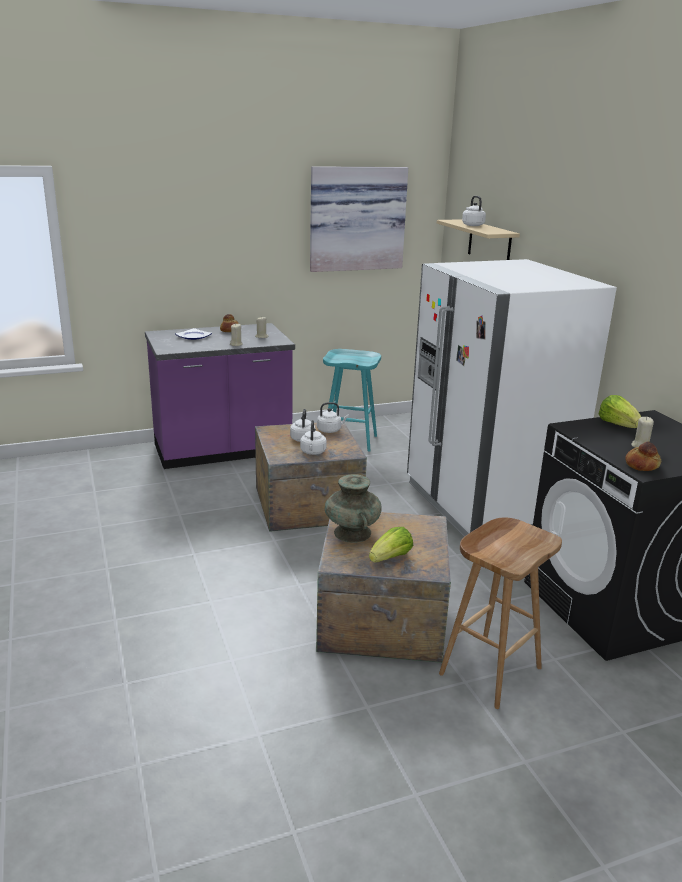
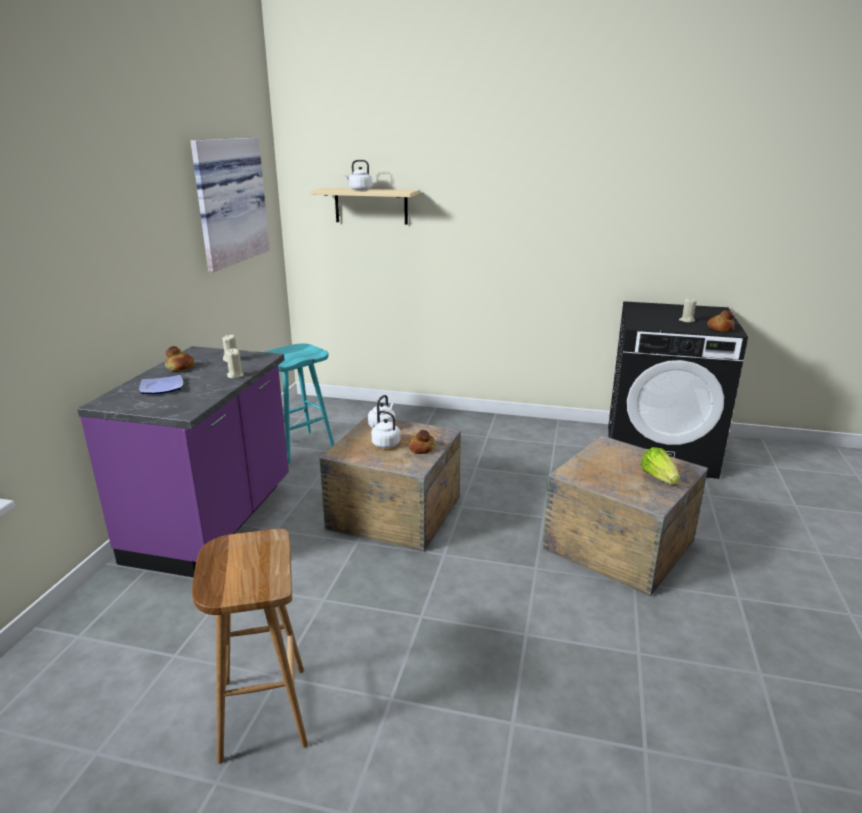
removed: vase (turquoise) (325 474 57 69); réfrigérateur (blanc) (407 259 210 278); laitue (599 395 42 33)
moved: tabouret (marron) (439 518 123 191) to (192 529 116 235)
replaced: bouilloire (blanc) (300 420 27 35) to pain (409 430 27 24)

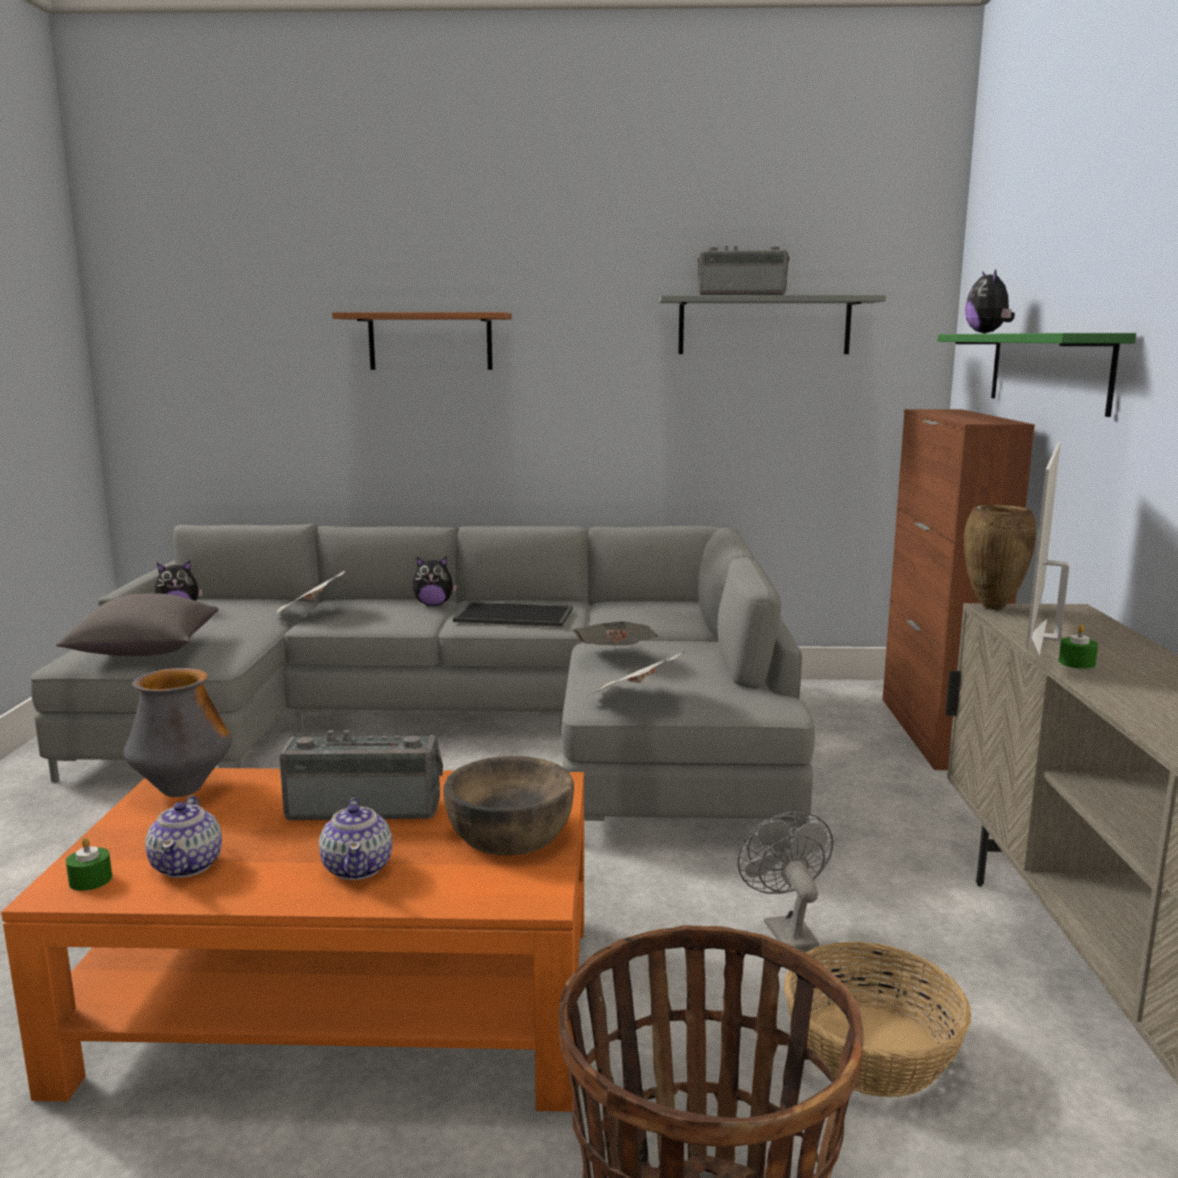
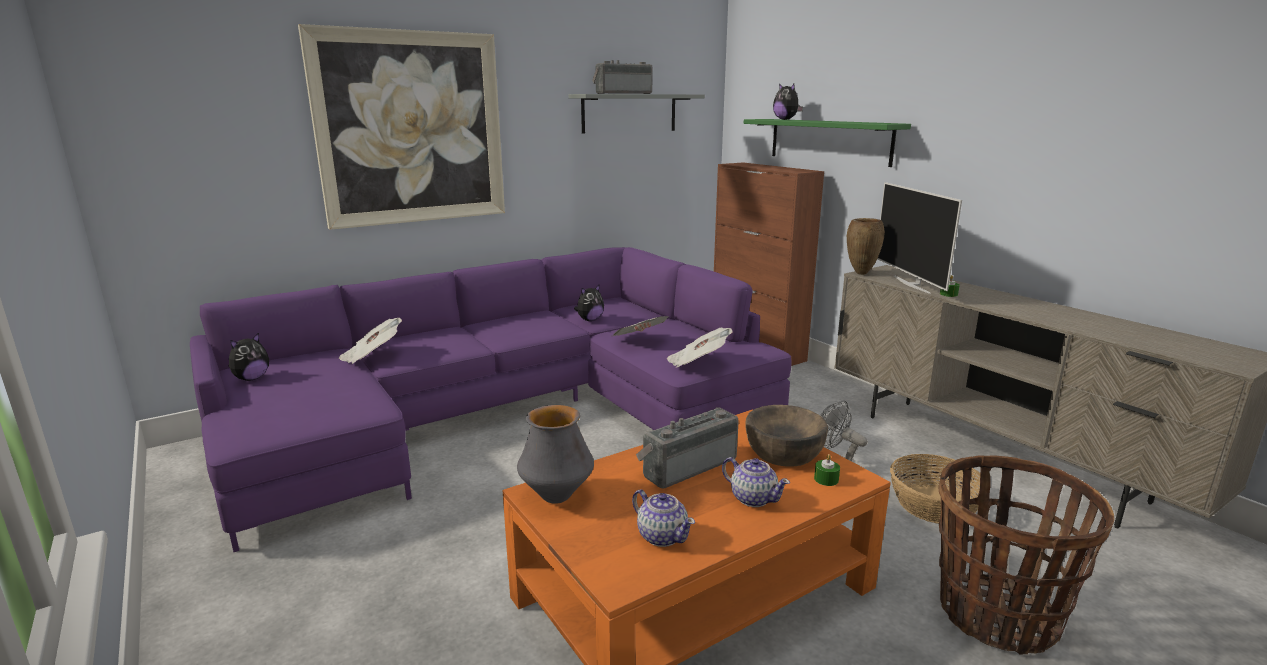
removed: coussin (gris) (56 593 163 63); plateau (453 602 120 25)
moved: bougie (vert) (66 837 46 54) to (814 454 26 32); peluche (413 556 44 50) to (574 284 30 37)
replaced: étagère (332 312 180 58) to tableau (298 24 207 206)
recoloured: canapé (gris) (30 524 785 304) to canapé (violet) (190 247 602 305)

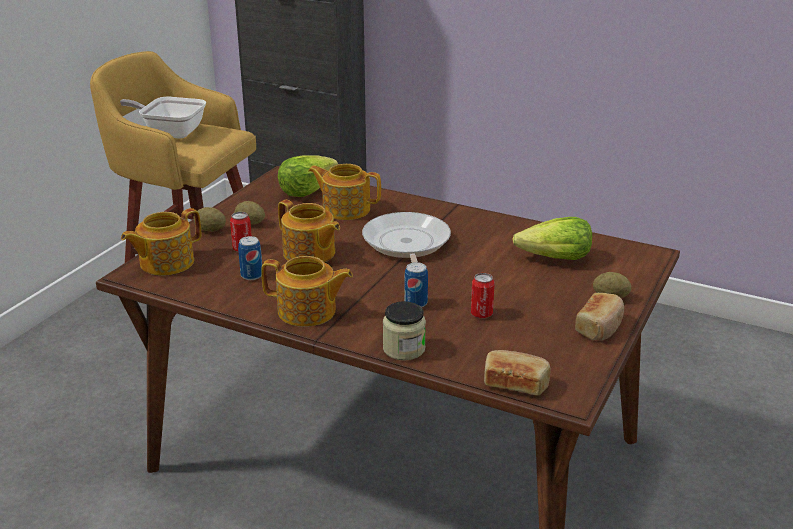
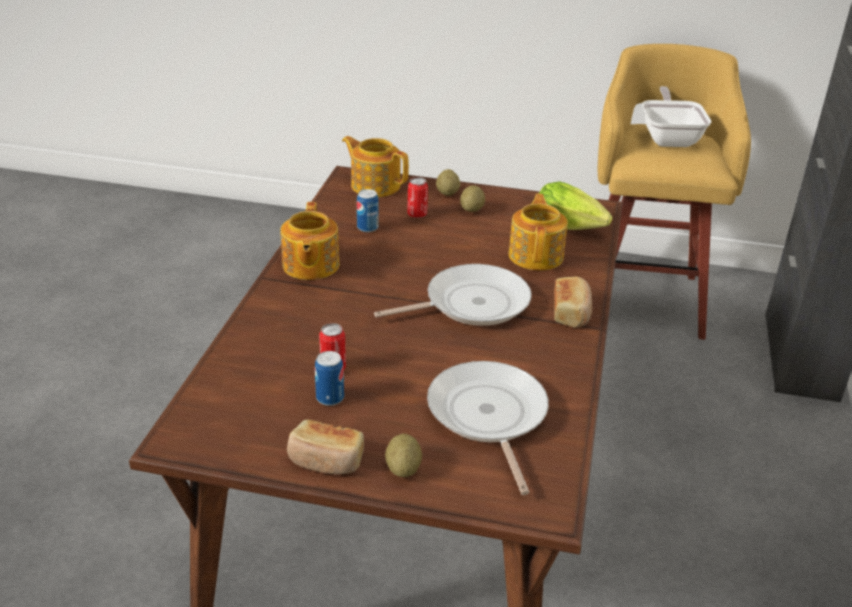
removed: théière (278 200 62 62); bocal (383 301 43 59)
moved: boîte métallique (404 262 24 46) to (315 351 29 55); pain (484 350 67 46) to (554 277 38 51)
replaced: laitue (512 217 80 43) to poêle (427 361 122 134)

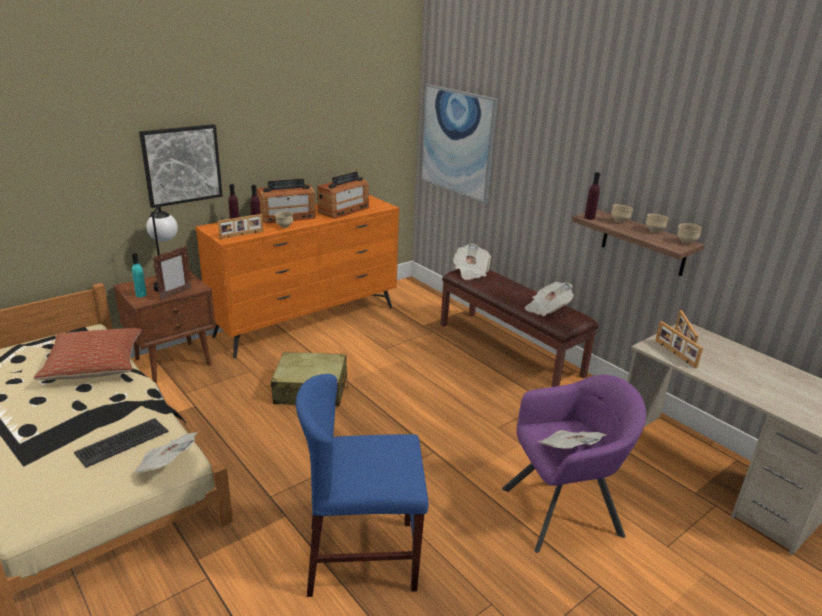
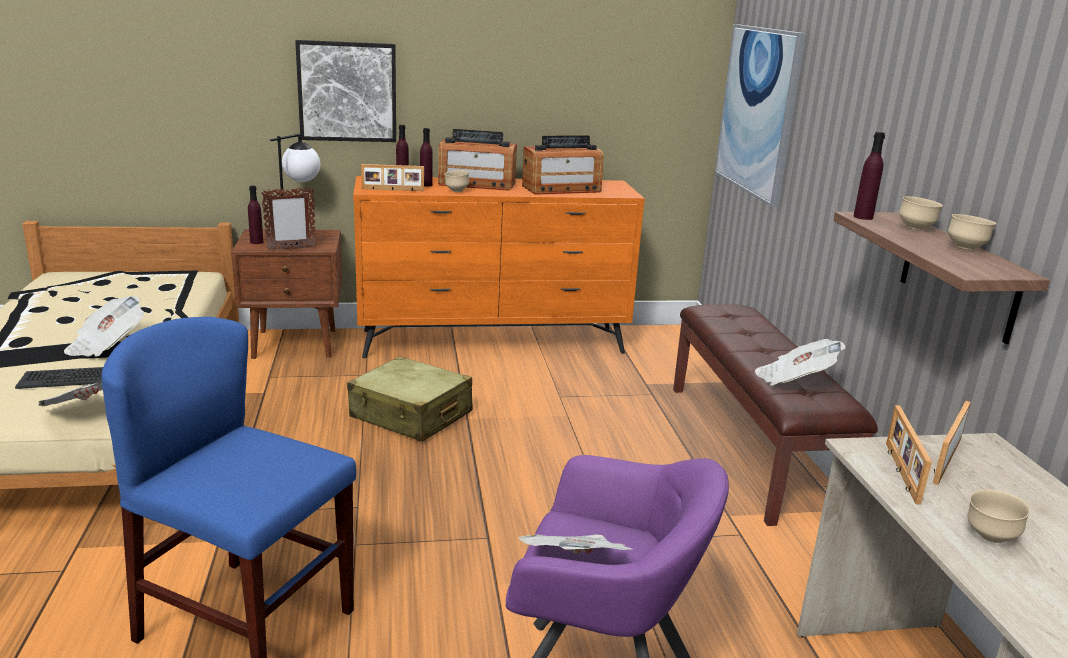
removed: coussin (34 328 107 52)
moved: journal (453 244 38 36) to (64 296 80 61); bol (beige) (677 223 25 21) to (968 490 62 53)
recoloured: bouteille (turquoise) (132 253 15 44) to bouteille (violet) (248 185 15 59)

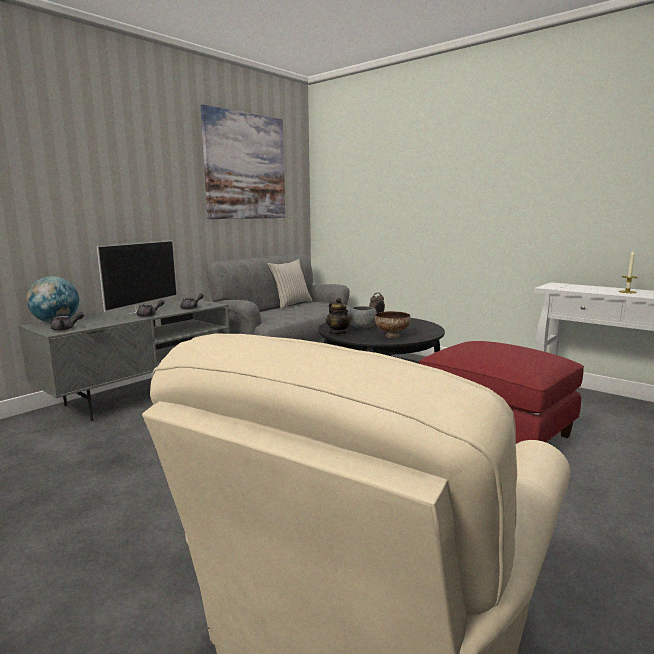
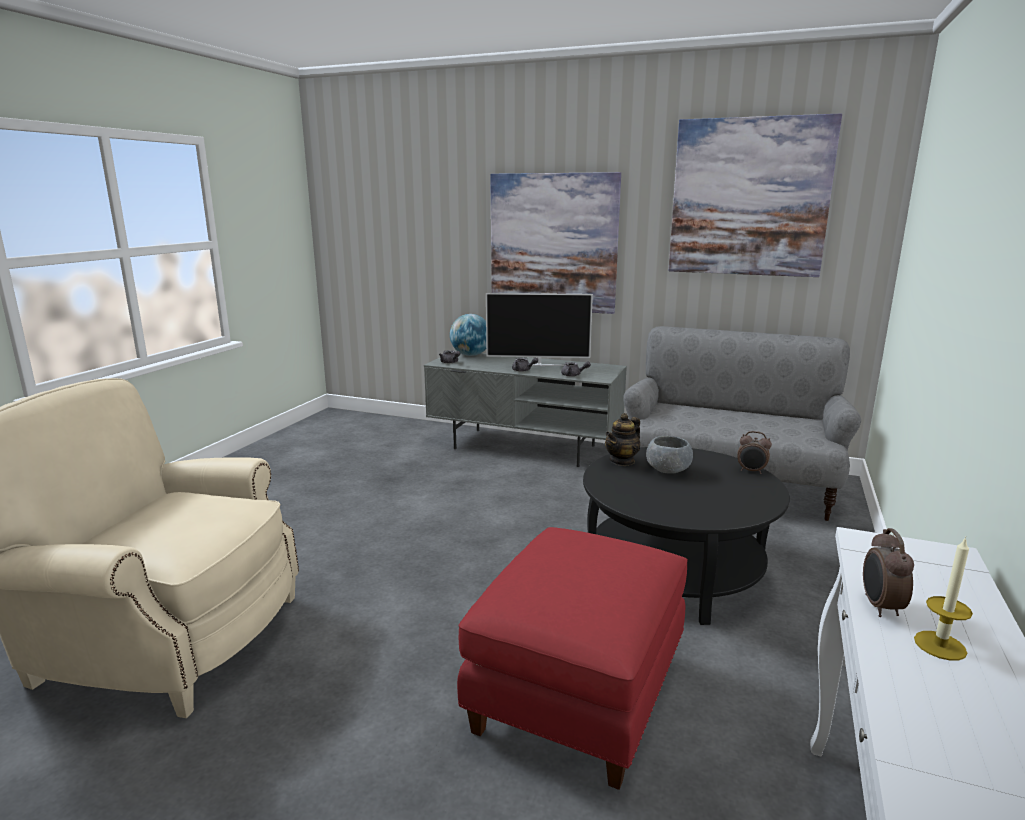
removed: coussin (beige) (267 259 46 50); bol (375 311 36 27)
added: tableau (490 172 131 142); réveil (863 528 51 89)

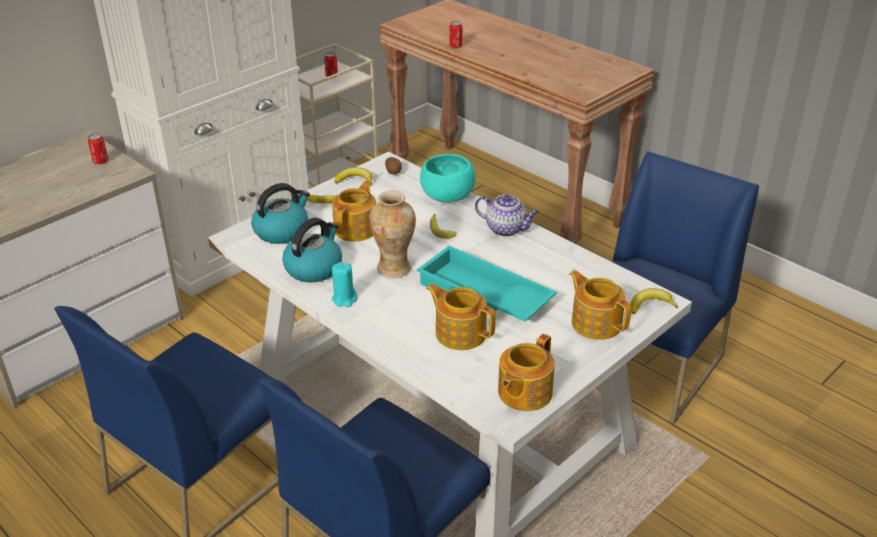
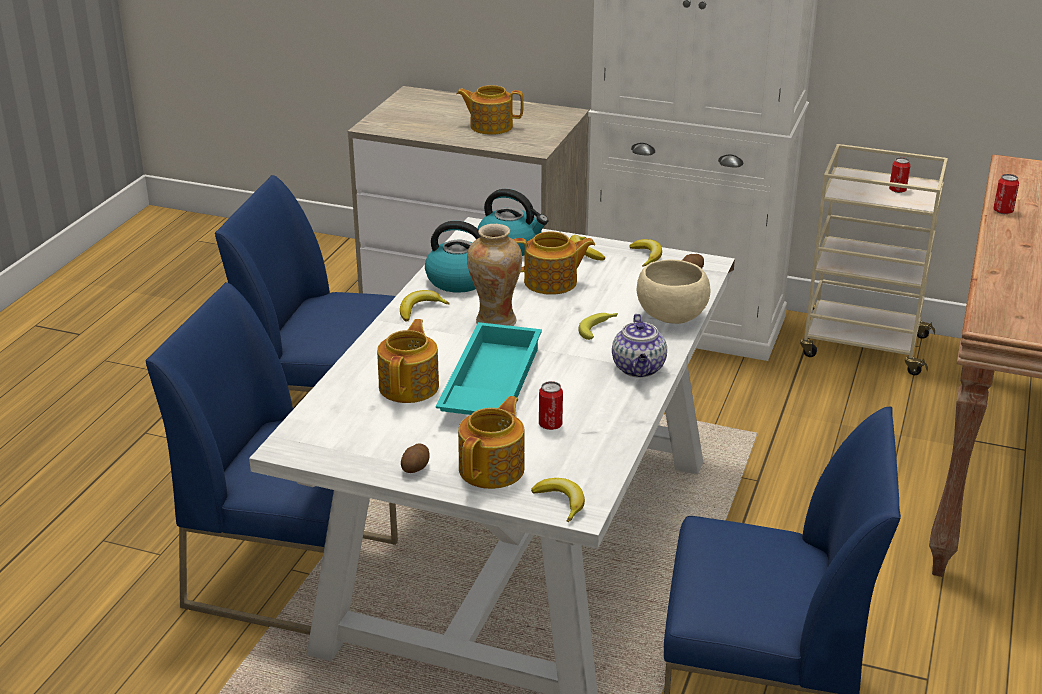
added: pomme de terre (401 443 29 30)
moved: boîte métallique (88 133 20 31) to (539 381 24 49); théière (498 334 57 77) to (456 85 68 50)
replaced: bougie (turquoise) (332 262 25 45) to banane (400 290 50 32)
recoloured: bol (turquoise) (420 154 56 48) to bol (beige) (637 260 73 64)

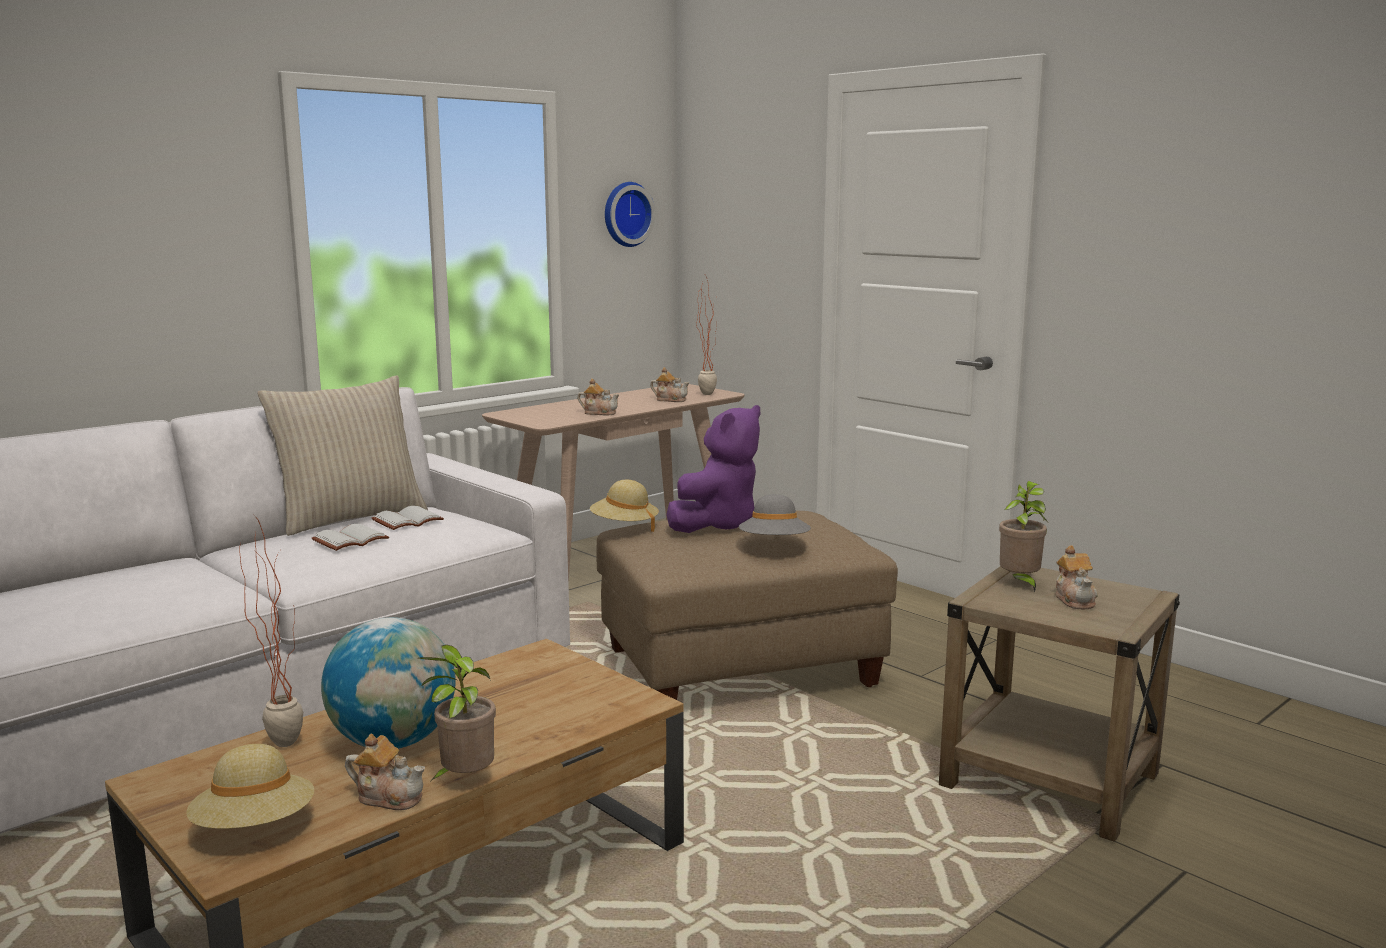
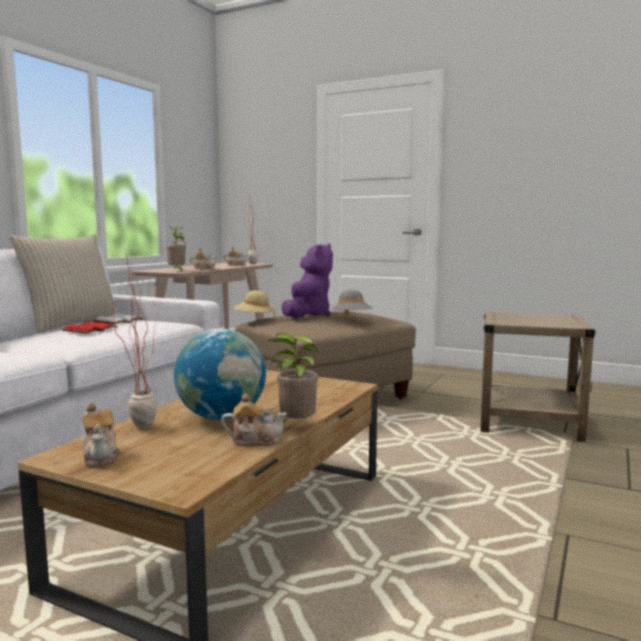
removed: chapeau (beige) (186 744 128 85); horloge murale (605 182 51 65)
moved: plante en pot (999 481 49 111) to (166 226 20 45); théière (1055 545 42 64) to (82 402 38 65)
recoloured: livre (blanc) (311 524 78 27) to livre (rouge) (62 322 56 12)

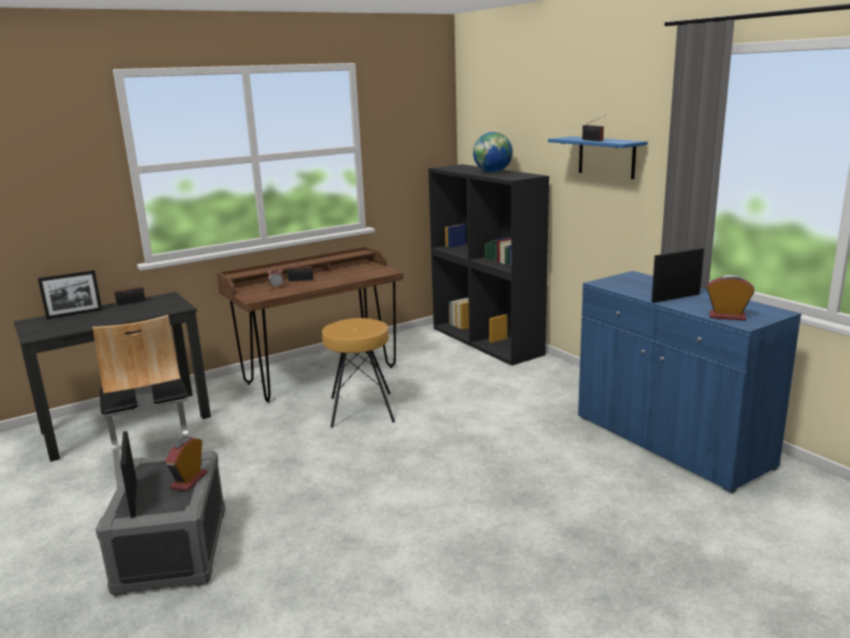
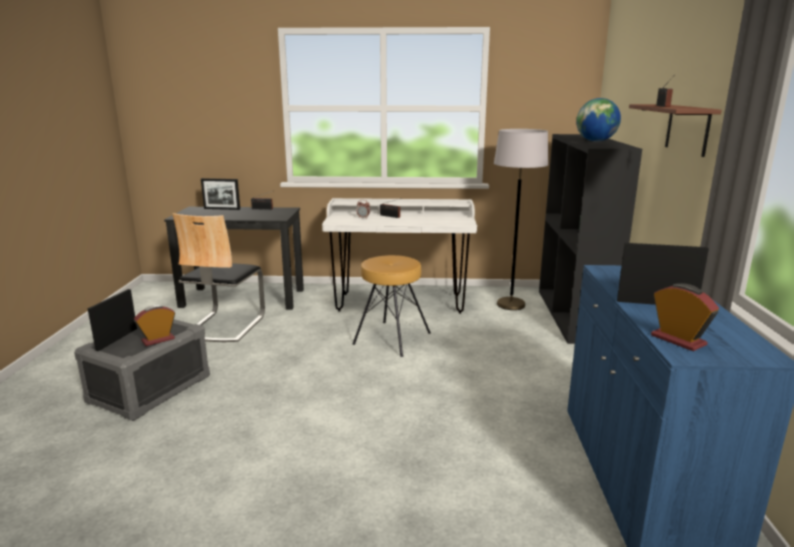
added: lampadaire (gris) (494 129 55 181)
recoloured: bureau (marron) (217 246 186 157) to bureau (blanc) (322 198 155 116); étagère (bleu) (548 136 100 43) to étagère (marron) (629 104 93 53)

